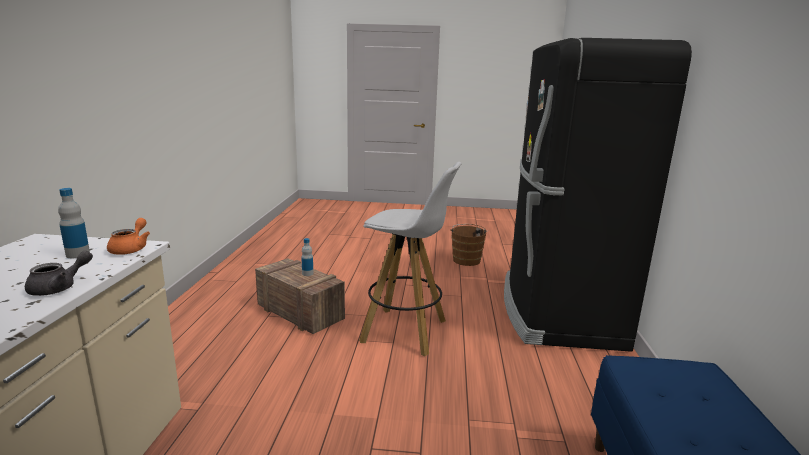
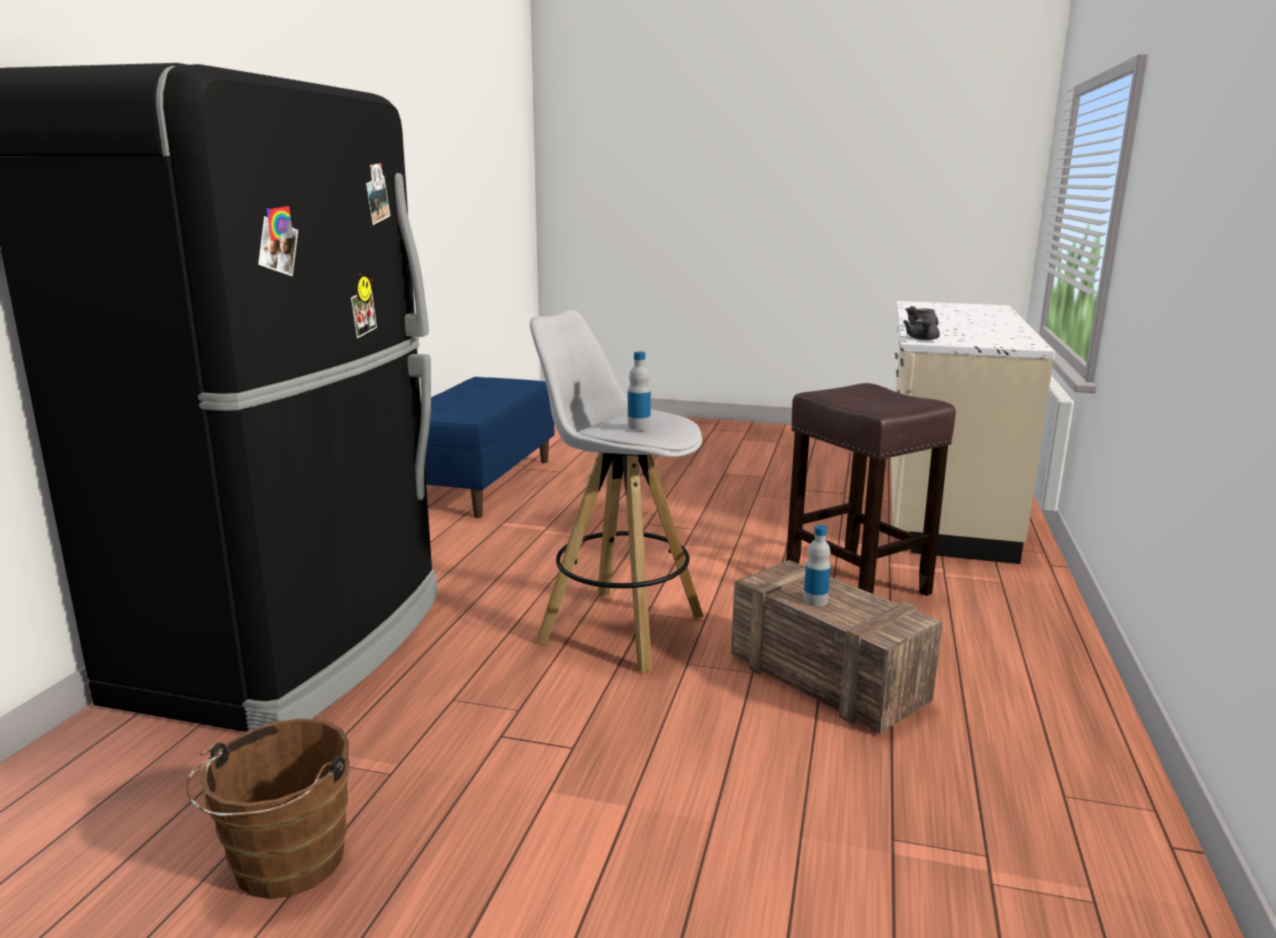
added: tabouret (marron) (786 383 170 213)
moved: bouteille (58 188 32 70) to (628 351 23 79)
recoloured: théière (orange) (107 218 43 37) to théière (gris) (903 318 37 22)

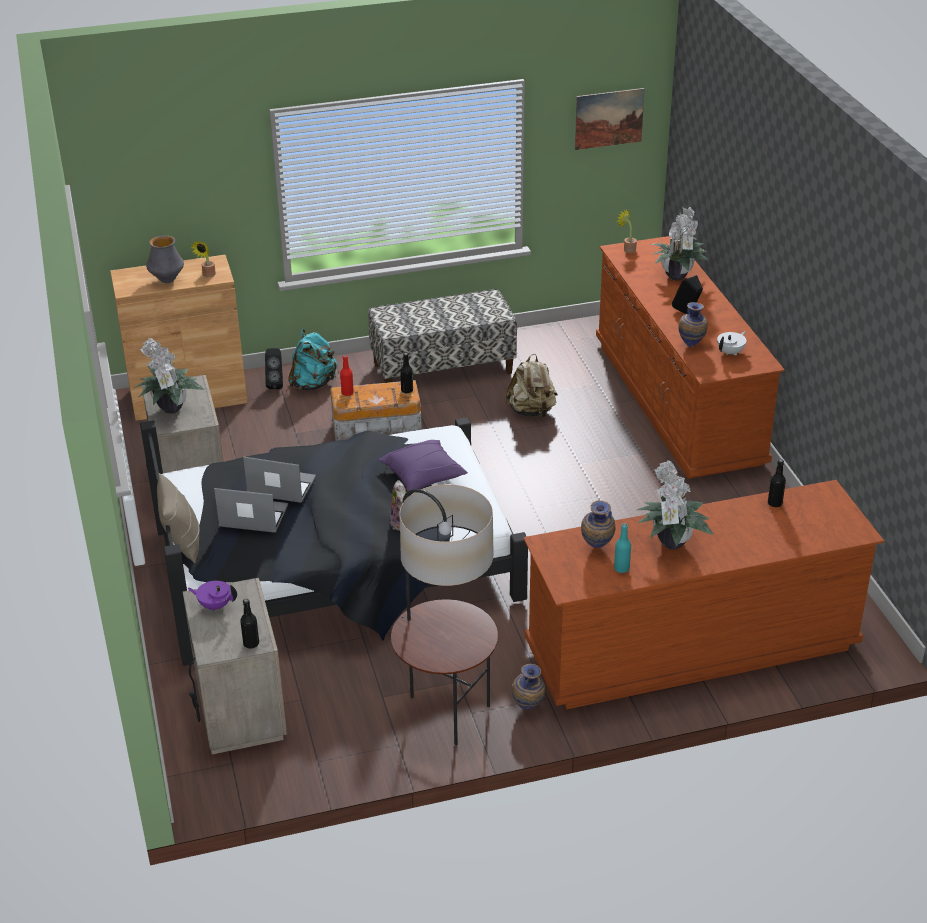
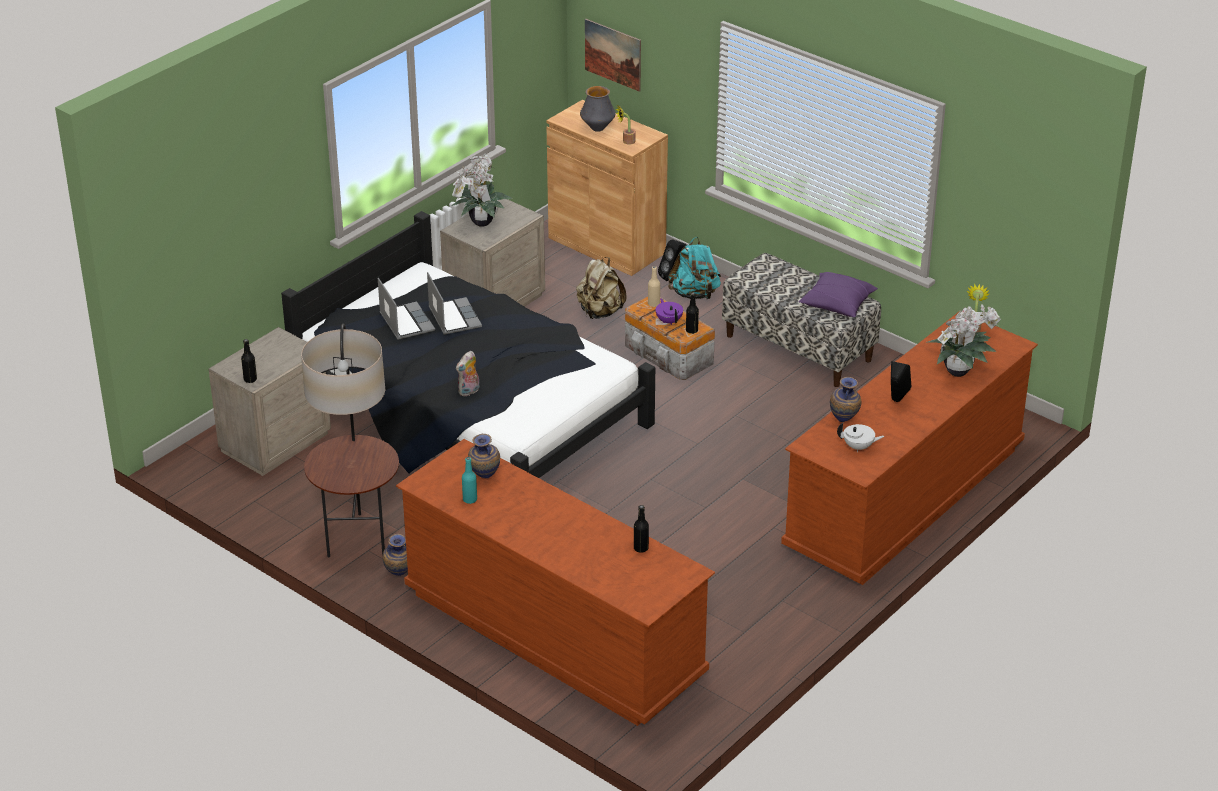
removed: coussin (beige) (157 473 43 90); plante en pot (637 459 77 91)
moved: théière (violet) (188 581 49 30) to (656 298 27 27); coussin (violet) (379 440 89 52) to (799 272 79 45); sac à dos (beige) (505 354 53 64) to (576 257 50 62); tableau (575 88 70 62) to (585 19 56 73)
recoloured: bouteille (rouge) (340 355 14 41) to bouteille (beige) (648 266 12 41)

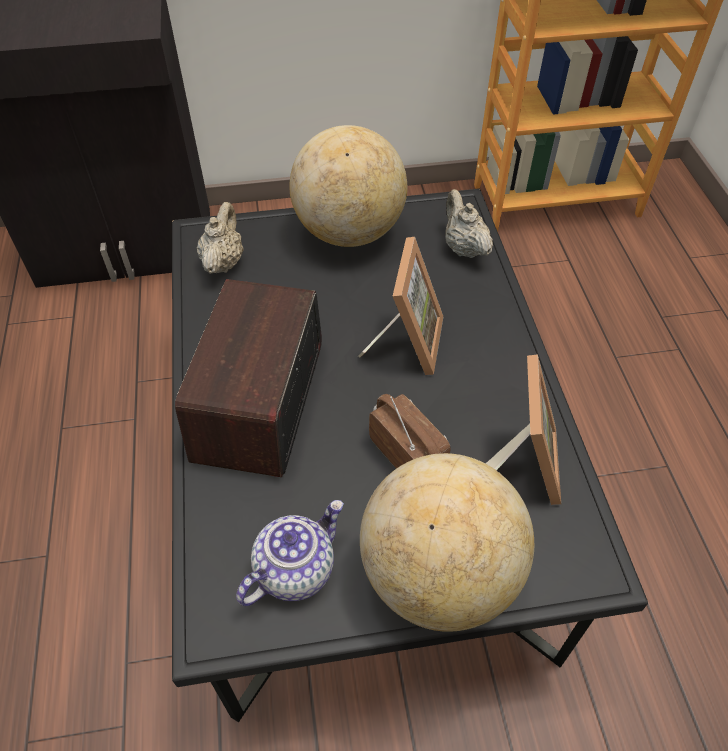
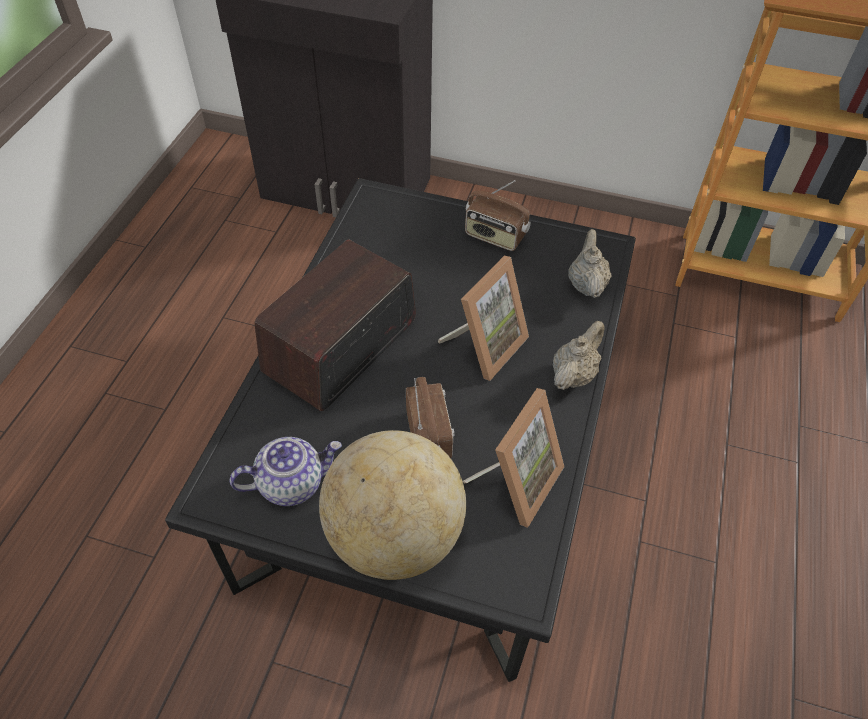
moved: théière (beige) (197 202 47 72) to (553 321 52 69)
replaced: globe (290 125 117 122) to radio (465 180 66 71)

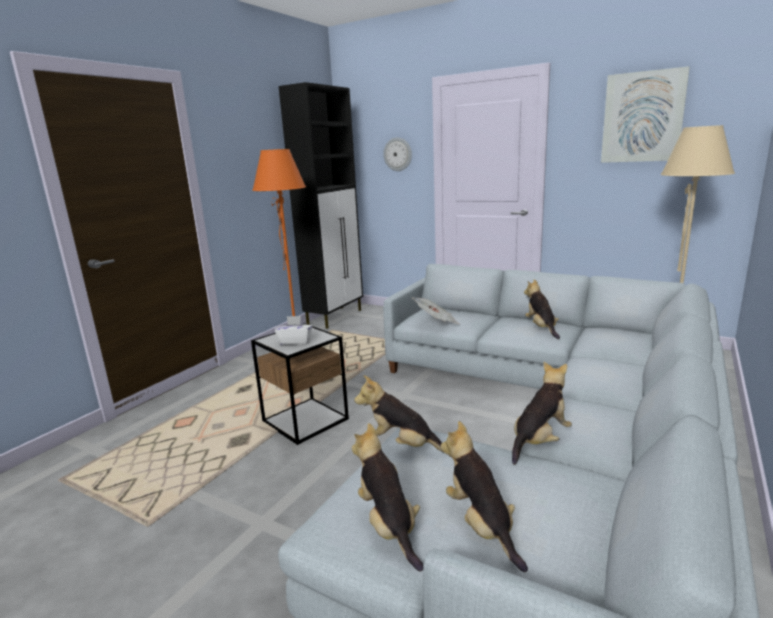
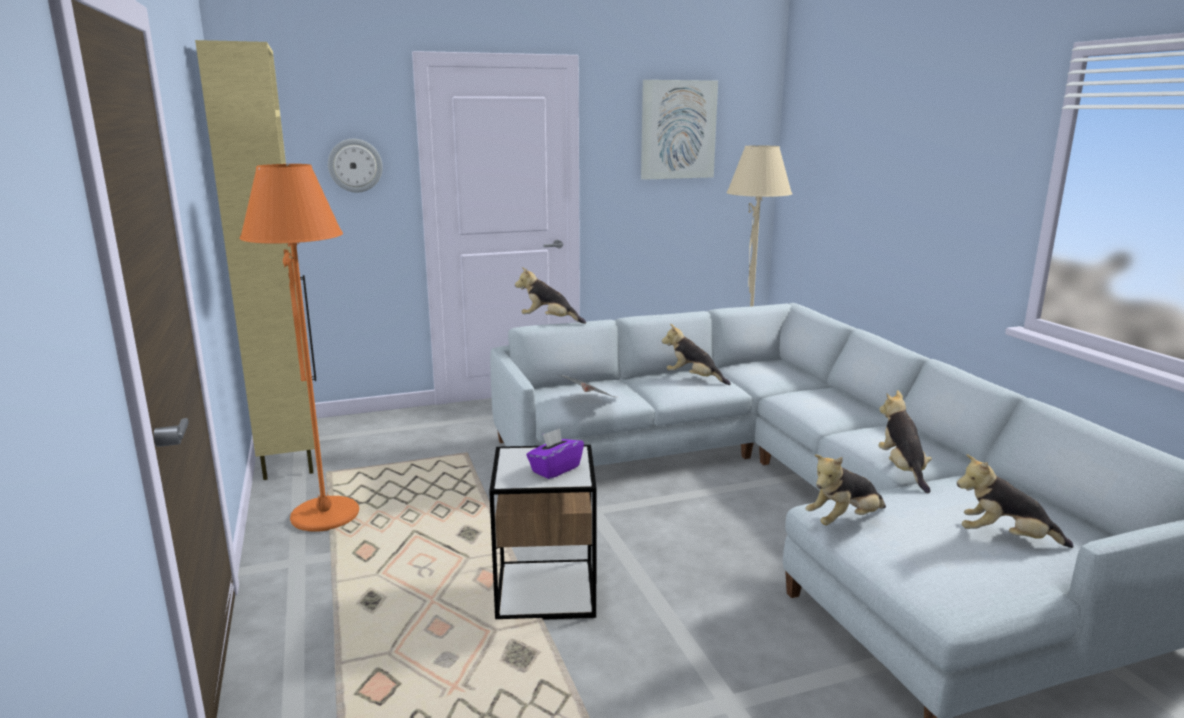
moved: peluche (352 423 71 149) to (515 267 71 57)
recoloured: boîte à mouchoirs (blanc) (275 316 37 29) to boîte à mouchoirs (violet) (526 428 58 51); meuble de rangement (noir) (279 82 84 247) to meuble de rangement (beige) (195 40 121 440)

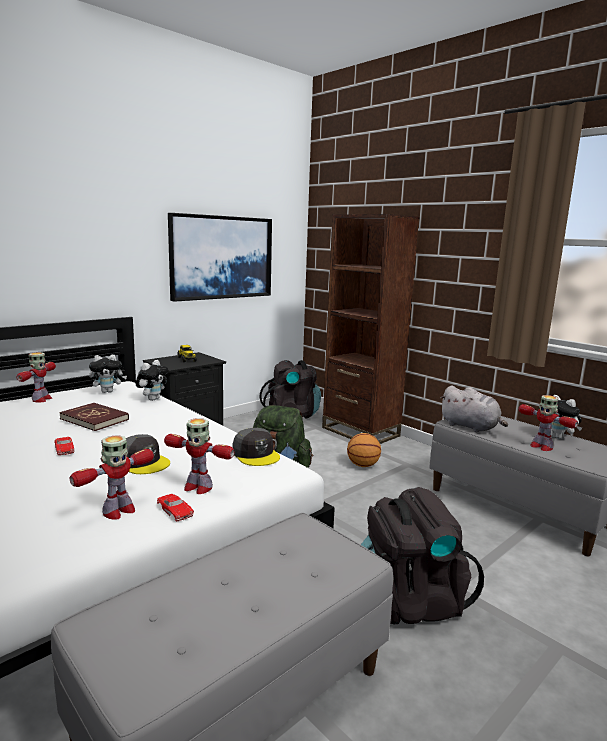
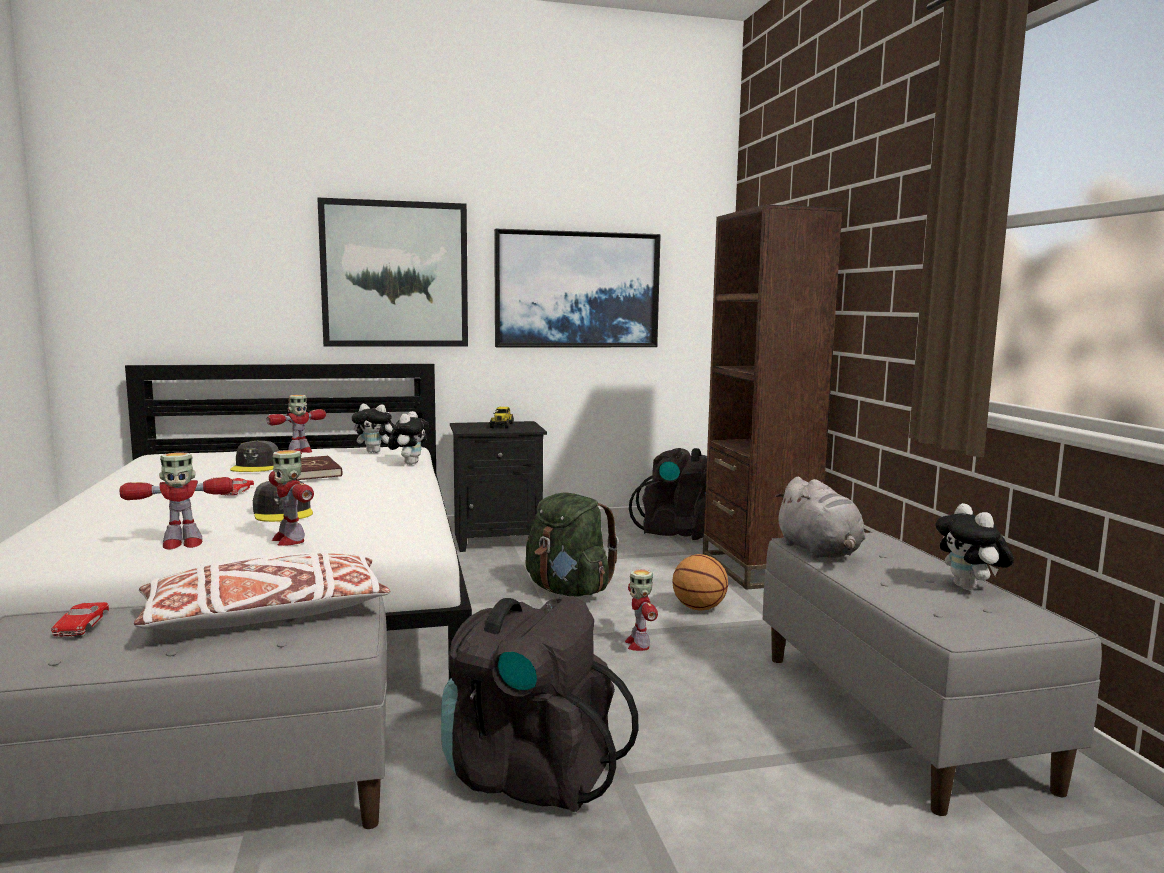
added: coussin (blanc) (134 552 256 78); tableau (317 198 151 148)
moved: petite voiture (rouge) (157 494 37 27) to (51 602 58 35); casquette (gris) (232 428 48 38) to (230 440 49 32); robot jouet (518 395 60 56) to (625 569 33 82)
turned: peluche (136 360 33 41) = (388 411 41 54) 45 degrees counterclockwise

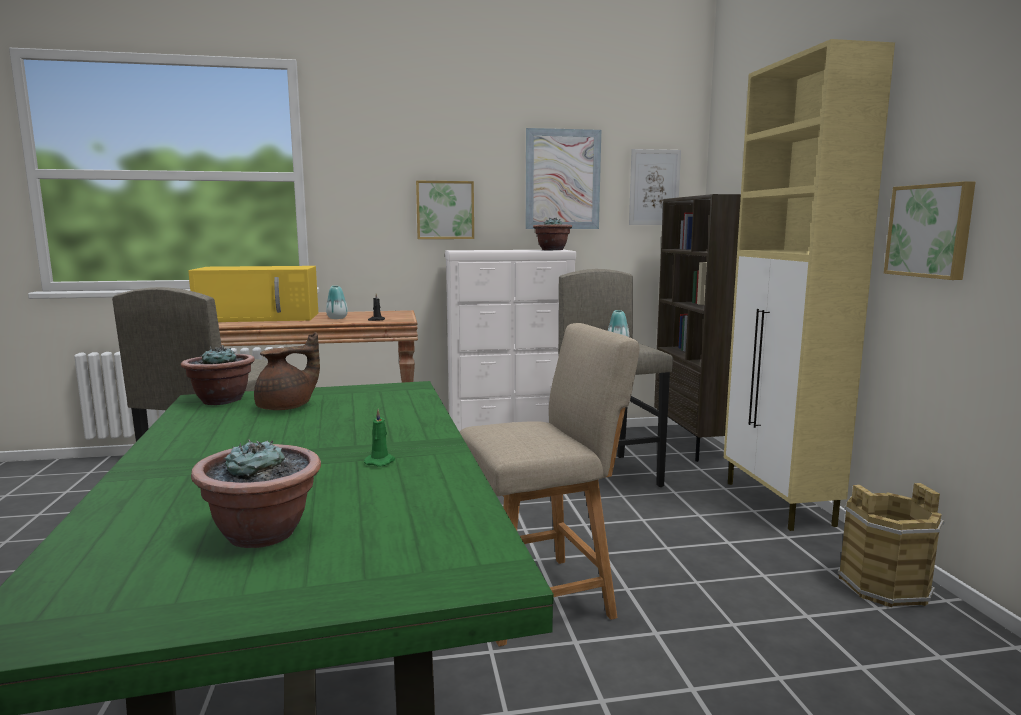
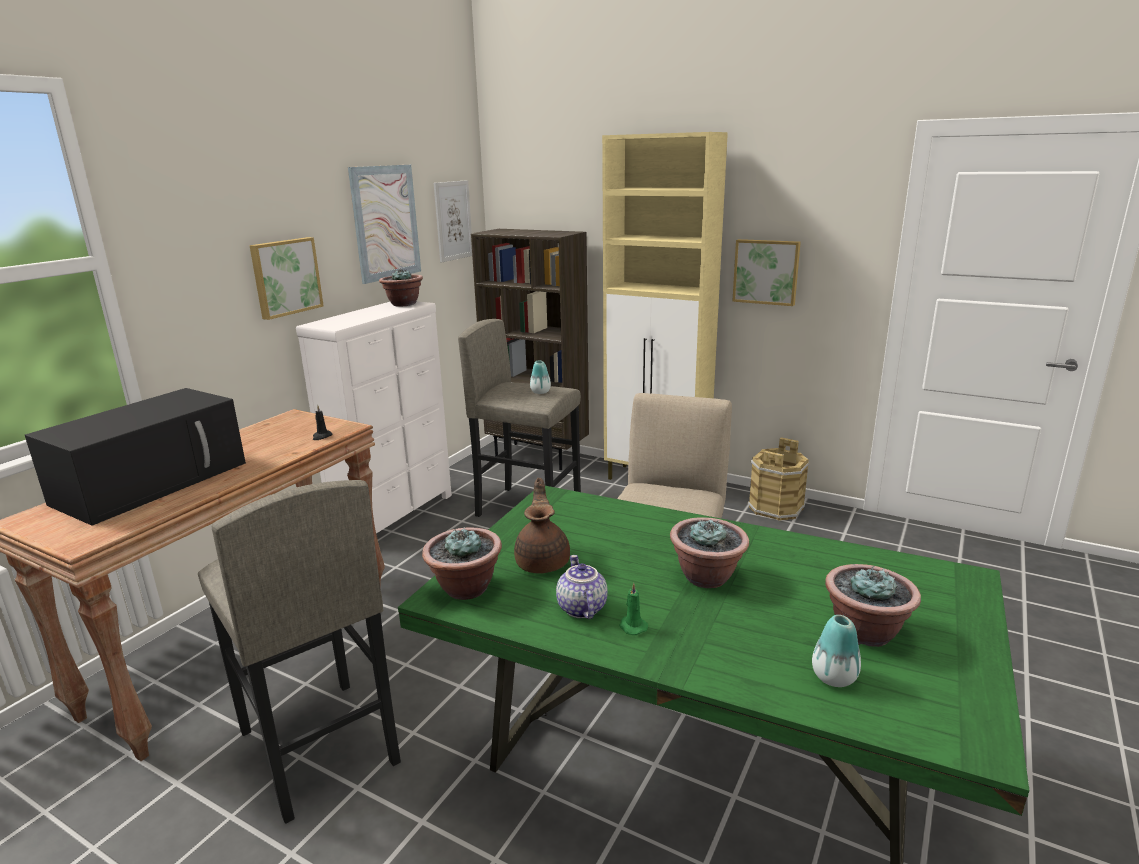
added: théière (556 555 52 64); plante en pot (670 517 79 71)
moved: vase (326 286 22 33) to (812 615 49 72); bougie (vert) (364 409 31 58) to (619 583 29 52)
recoloured: micro-ondes (jaune) (188 266 130 56) to micro-ondes (noir) (25 388 221 138)

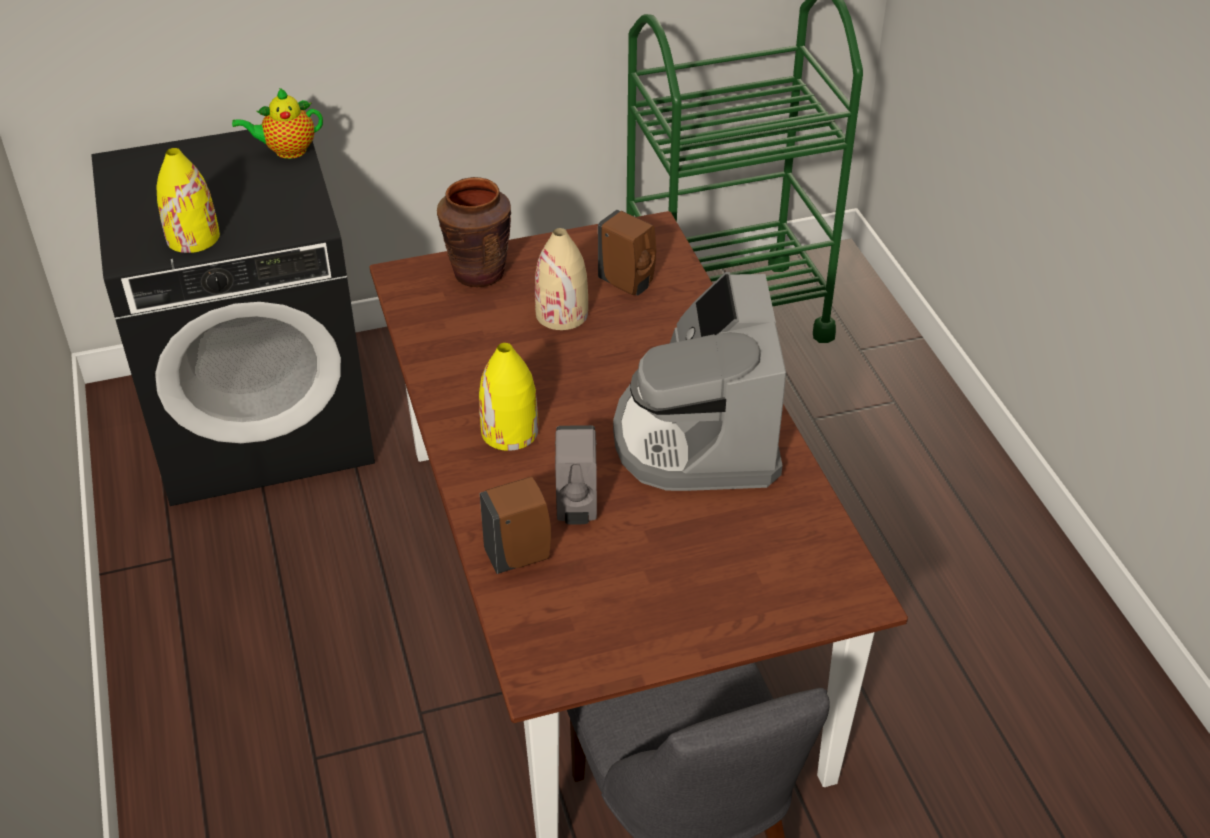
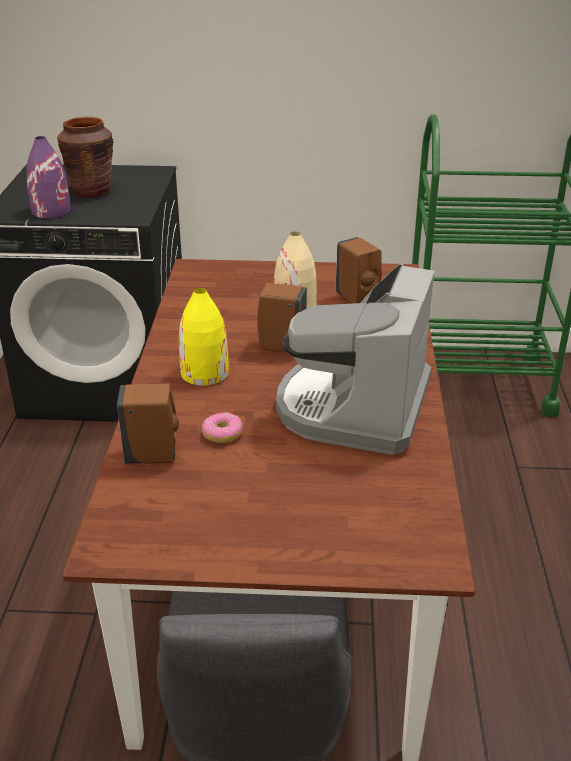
removed: théière (232 88 91 71)
added: distributeur de savon (marron) (257 283 50 69)
moved: vase (marron) (437 177 74 110) to (57 117 57 81)
replaced: distributeur de savon (gris) (555 425 42 100) to beignet (202 412 41 31)
recoloured: vase (jaune) (156 148 64 105) to vase (violet) (26 136 45 82)

